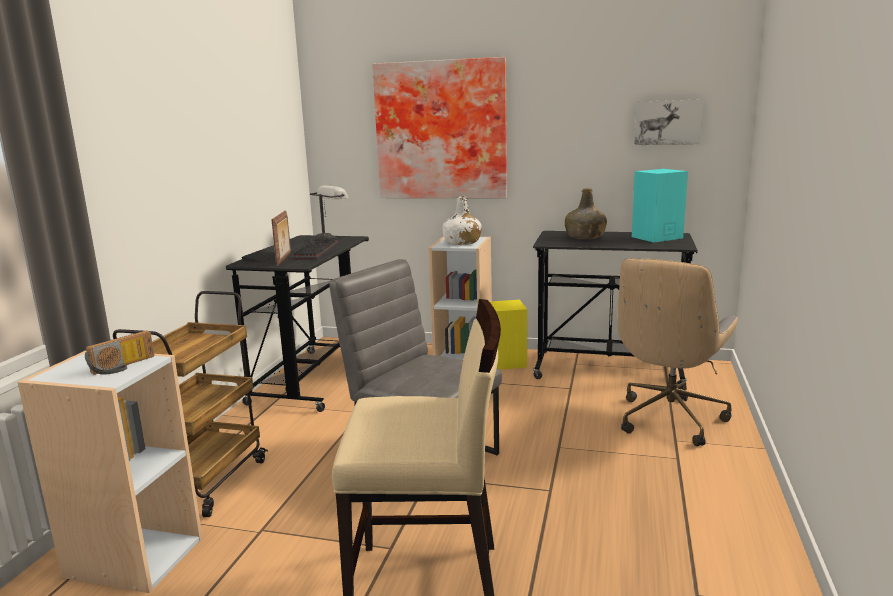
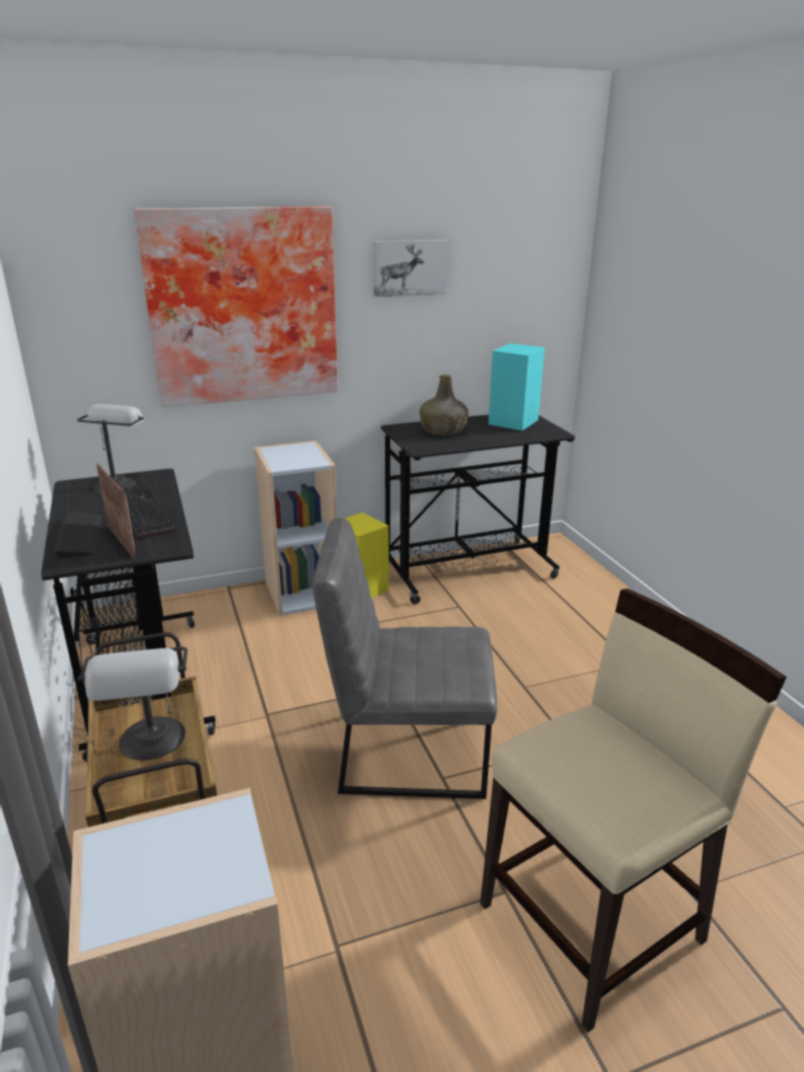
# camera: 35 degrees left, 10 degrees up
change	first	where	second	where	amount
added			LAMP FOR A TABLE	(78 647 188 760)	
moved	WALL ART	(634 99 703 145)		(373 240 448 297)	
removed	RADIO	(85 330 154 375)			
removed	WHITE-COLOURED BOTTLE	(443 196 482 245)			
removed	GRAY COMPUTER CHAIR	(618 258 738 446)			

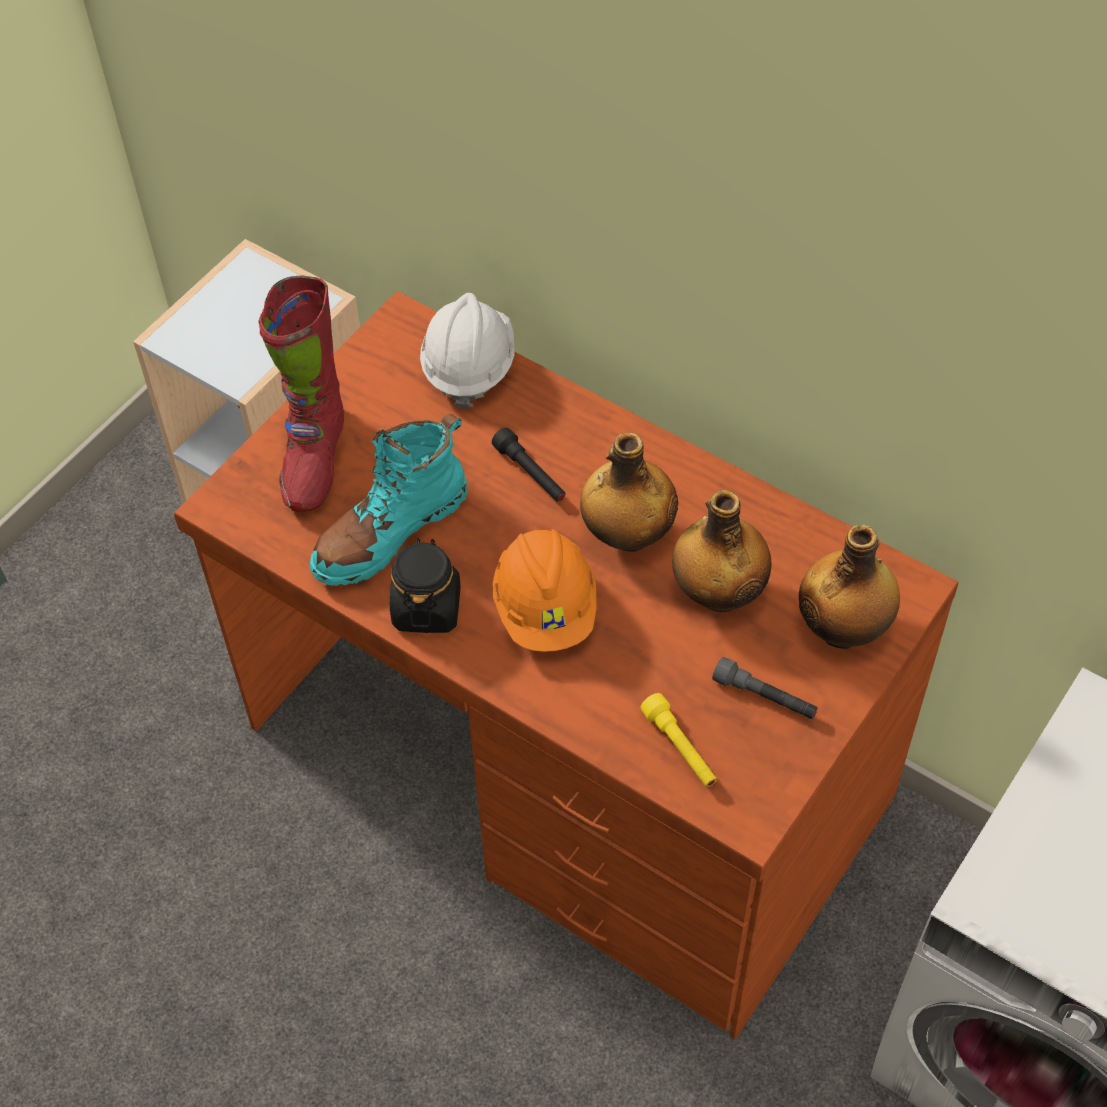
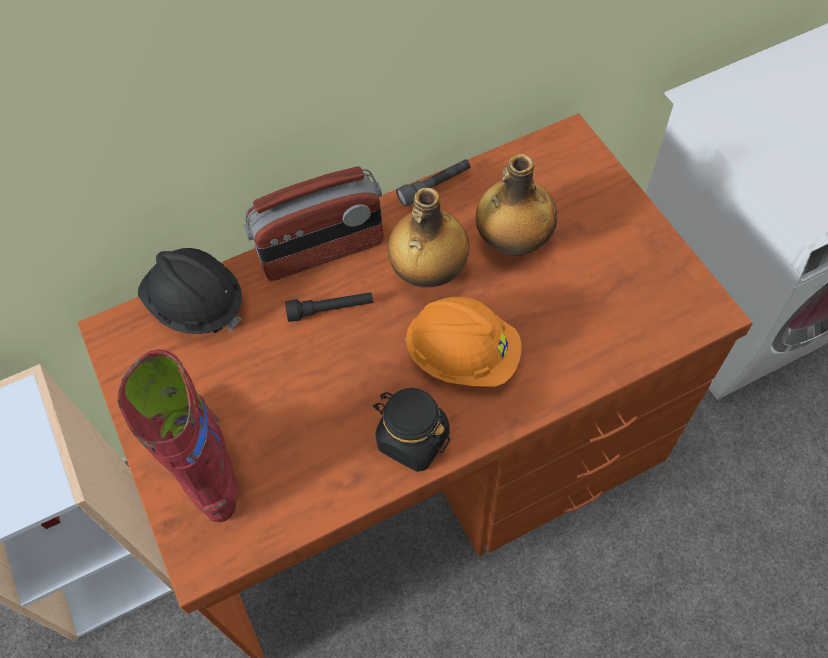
# camera: 60 degrees left, 5 degrees up
change	first	where	second	where	amount
turned	REDDISH HIGH-TOP BOOT	(258 276 344 512)		(117 349 238 523)	150 degrees counterclockwise
recoloured	WHITE-COLOURED HARD HAT	(420 293 515 409)	BLACKISH HARD HAT	(138 248 242 334)	
added			RADIO	(244 166 384 281)	
moved	GRAY FLASHLIGHT	(712 657 818 719)		(396 159 471 206)	
removed	TURQUOISE-COLOURED HIGH-TOP BOOT	(310 414 468 586)			
removed	YELLOWISH FLASHLIGHT	(640 693 717 787)			
removed	BOTTLE	(799 524 900 649)			

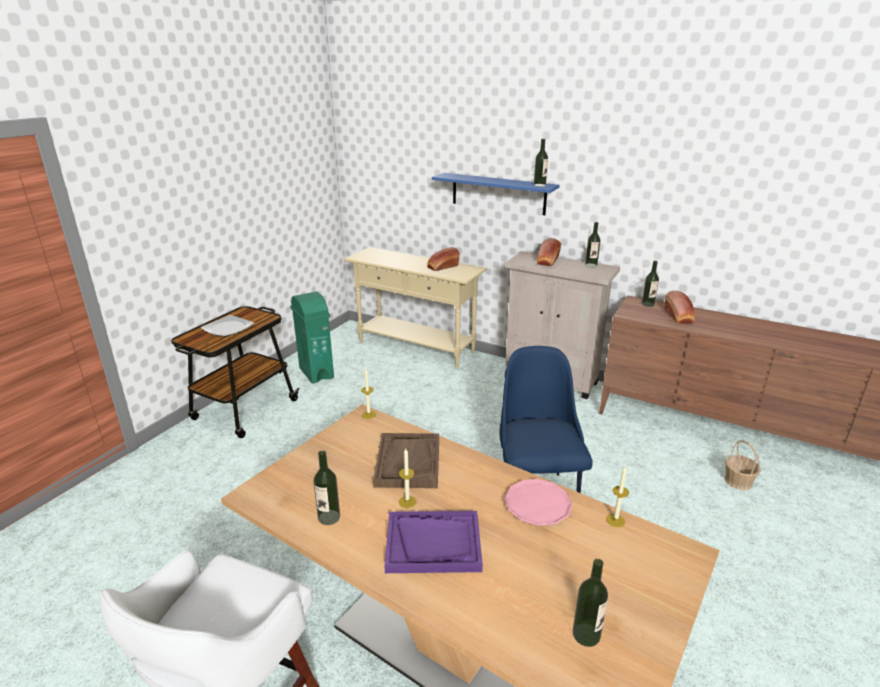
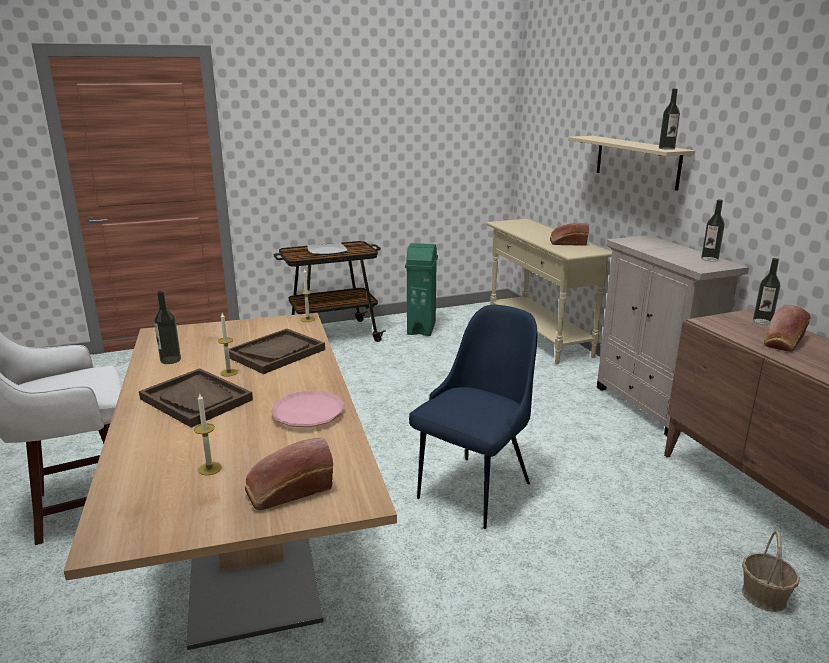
# camera: 40 degrees right, 5 degrees down
change	first	where	second	where	amount
recoloured	PURPLISH TRAY	(385 511 483 573)	BROWN TRAY	(139 368 253 428)	
moved	WAX CANDLE	(606 465 629 528)		(194 394 221 475)	
moved	BAKERY BREAD	(537 238 561 266)		(245 438 333 510)	
recoloured	BLUE SHELF	(432 173 559 215)	BEIGE SHELF	(568 136 695 191)	
removed	BOTTLE	(573 559 608 647)			

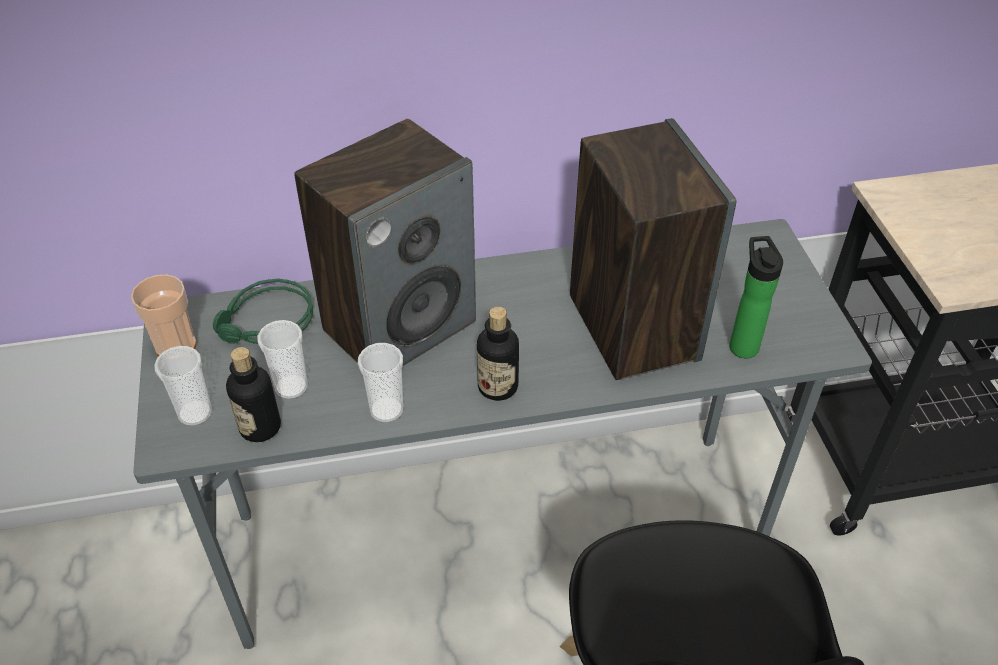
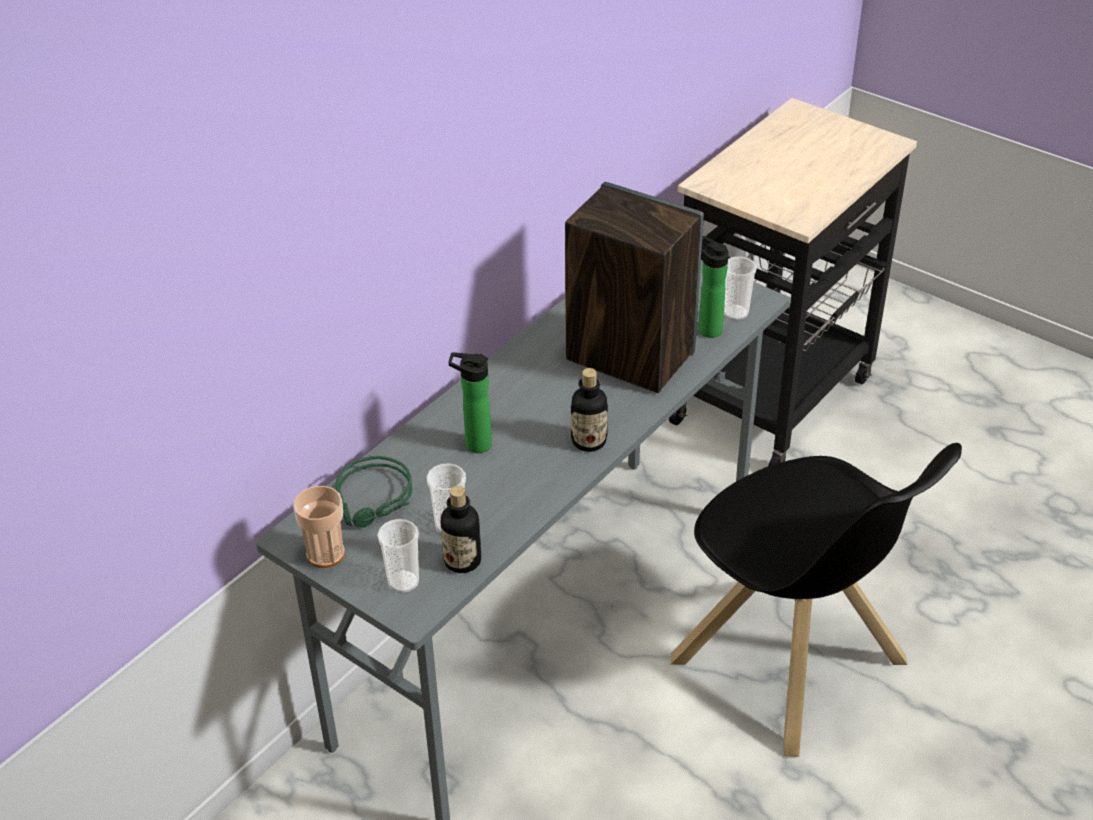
# camera: 40 degrees left, 5 degrees down
change	first	where	second	where	amount
replaced	LOUDSPEAKER	(294 119 476 366)	BOTTLE	(448 352 492 453)	
moved	CUP	(358 343 403 422)		(724 256 757 320)	

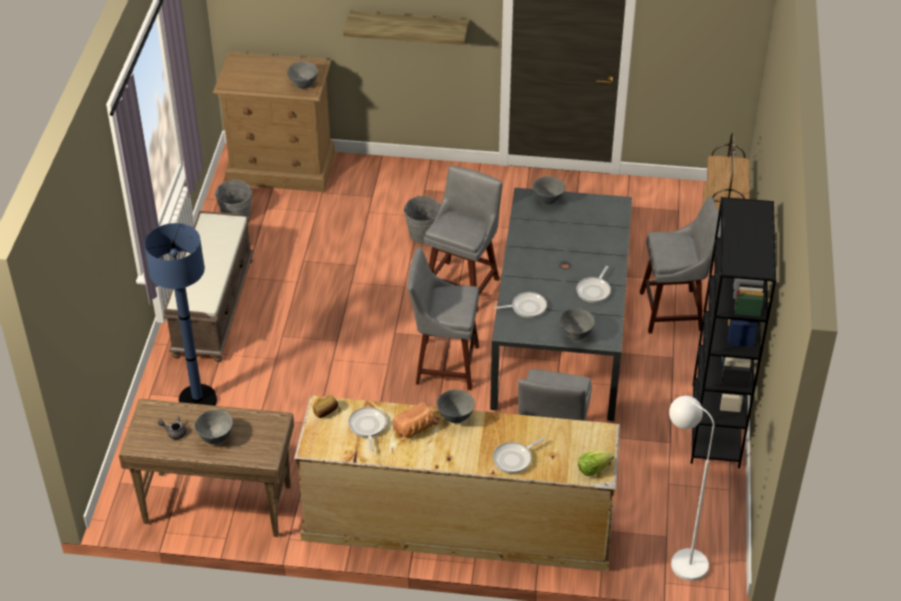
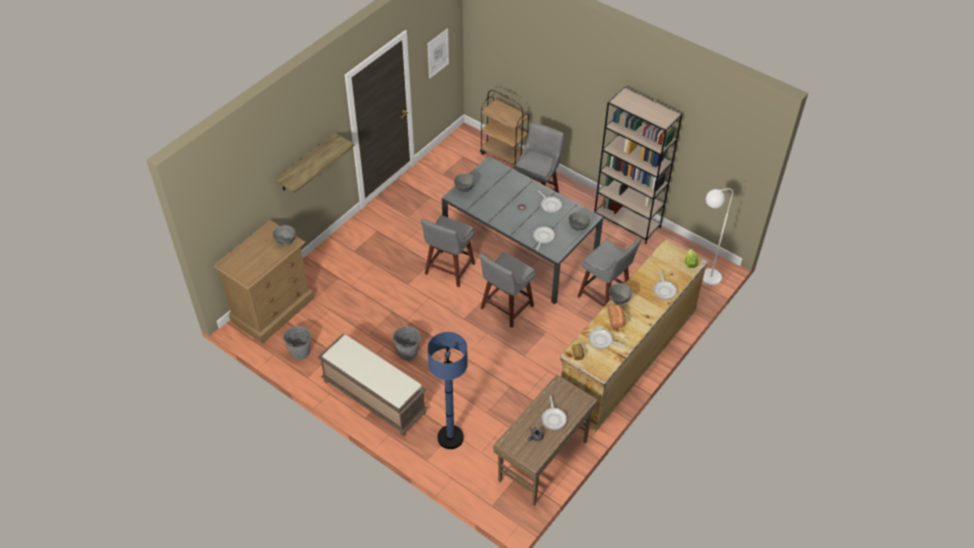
# camera: 60 degrees left, 5 degrees up
change	first	where	second	where	amount
moved	GRAY BUCKET	(404 196 441 244)		(393 326 420 360)	
turned	GRAY CHAIR	(424 166 503 311)		(421 215 475 287)	120 degrees counterclockwise
added			WALL ART	(428 28 449 79)	
replaced	GRAY SERVING BOWL	(194 409 233 444)	PAN	(541 396 567 430)	
recoloured	BLACKISH BOOKCASE	(691 197 776 468)	BEIGE BOOKCASE	(594 87 683 244)	

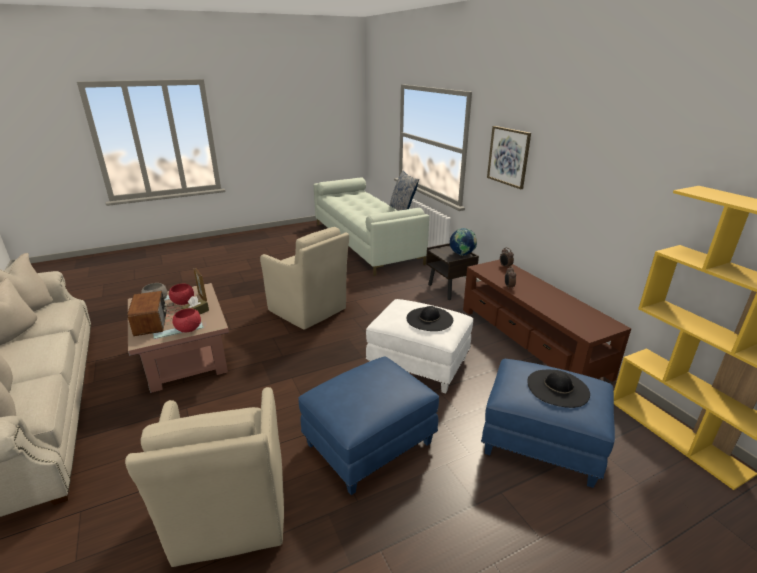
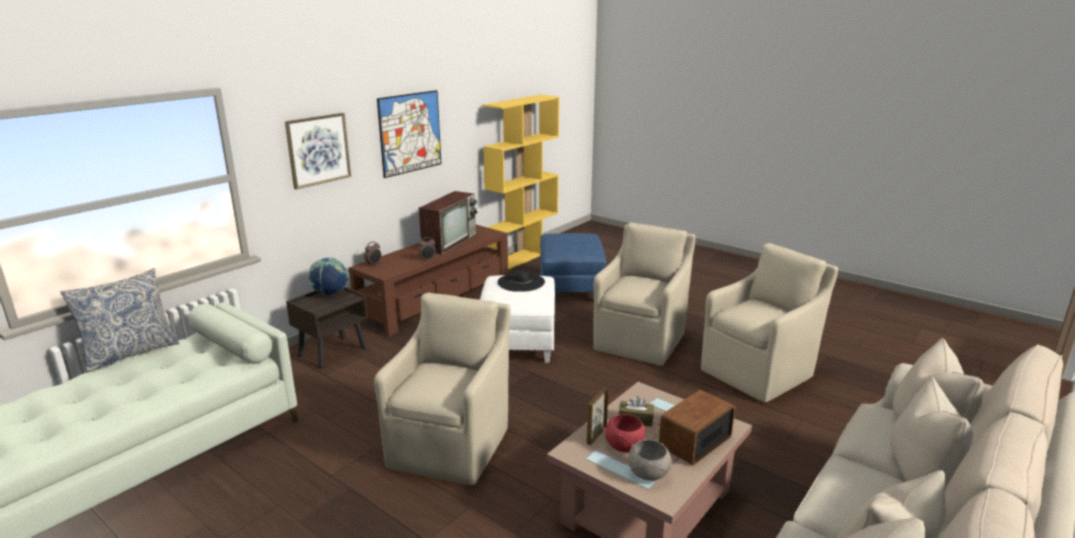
# camera: 115 degrees left, 5 degrees down
change	first	where	second	where	amount
added			WALL ART	(377 90 441 178)	
added			TV	(419 191 478 255)	
replaced	BLUE POUFFE	(298 356 439 495)	BEIGE EASY CHAIR	(593 223 696 366)	
removed	REDDISH SERVING BOWL	(172 308 201 333)			
removed	BLACKISH WEARABLE HAT	(527 370 590 408)			

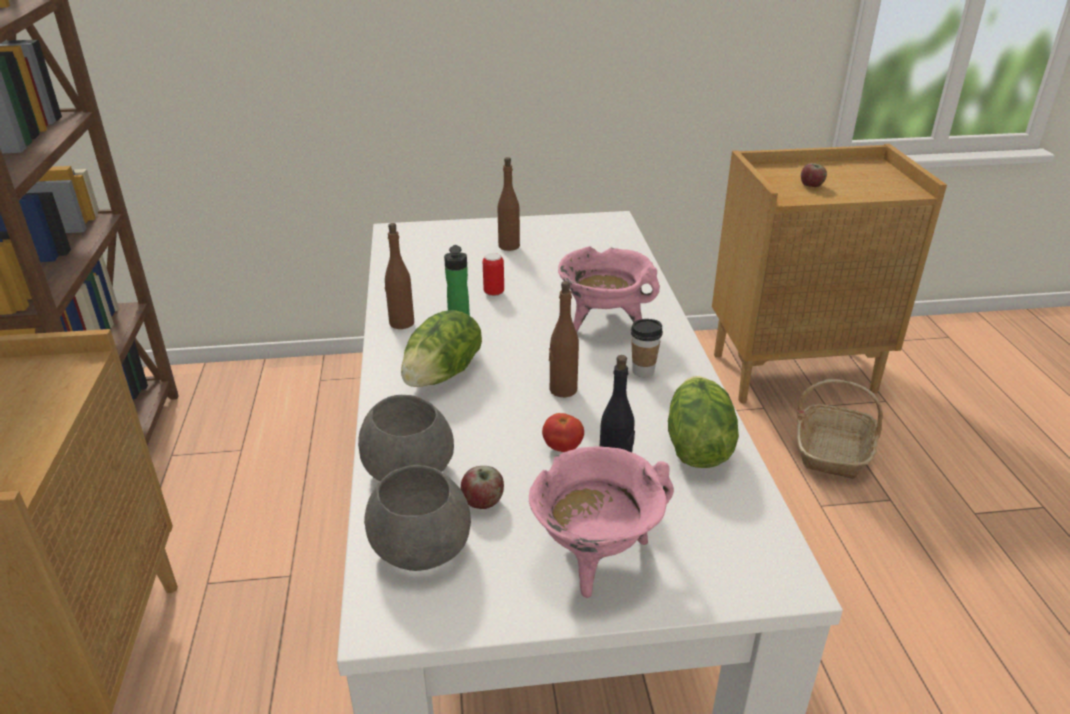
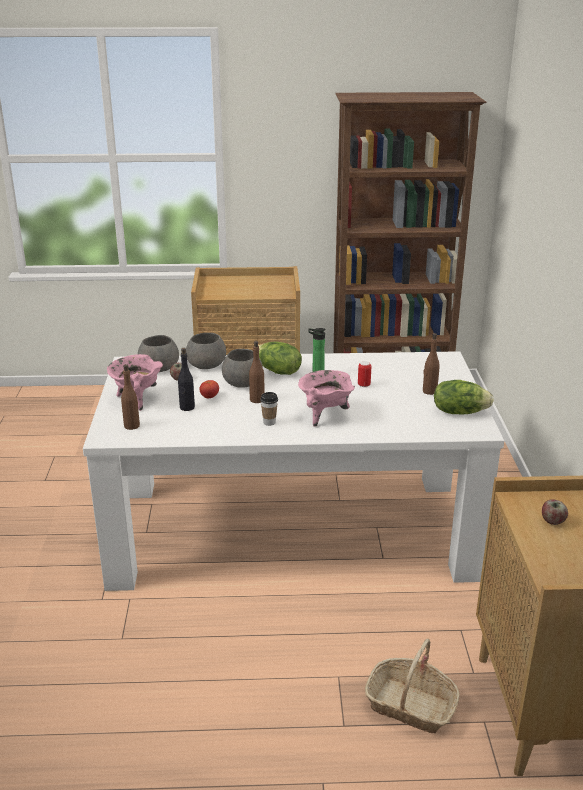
# camera: 95 degrees right, 5 degrees down
change	first	where	second	where	amount
moved	BROWN BOTTLE	(385 223 414 329)		(121 364 140 430)	
added			GRAY SERVING BOWL	(222 349 263 388)	
moved	LETTUCE HEAD	(668 376 739 468)		(434 380 494 414)	

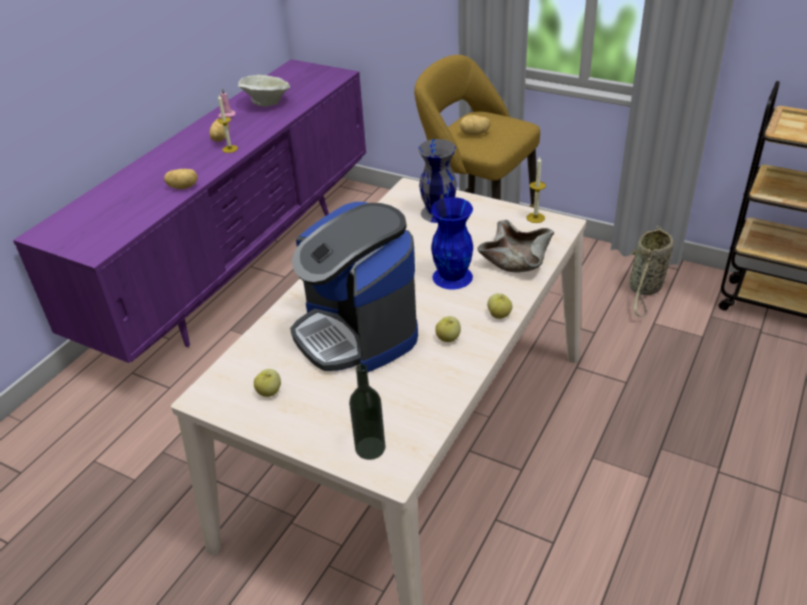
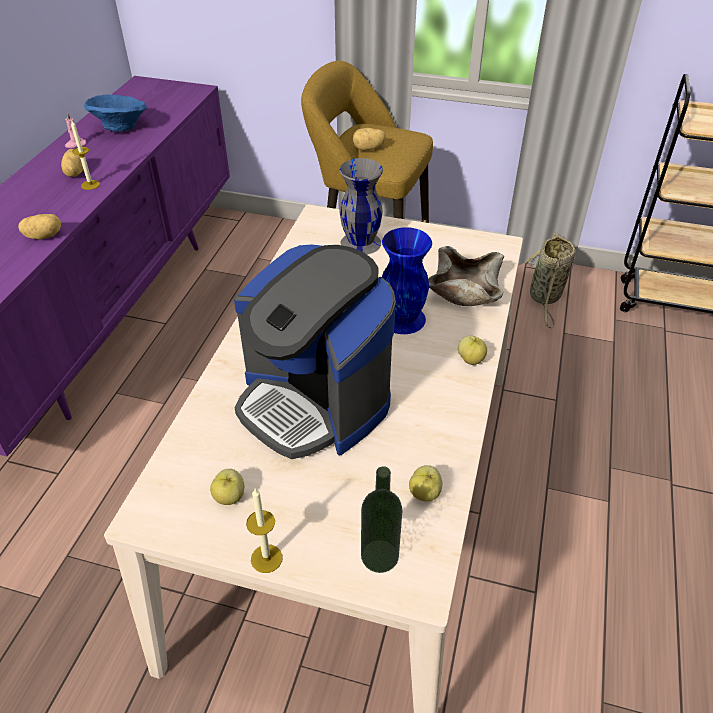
# camera: 15 degrees left, 5 degrees up
change	first	where	second	where	amount
recoloured	BEIGE SERVING BOWL	(238 75 290 107)	BLUE SERVING BOWL	(84 94 147 132)	
moved	WAX CANDLE	(526 156 546 223)		(246 489 283 573)	
moved	WHOLE APPLE	(435 316 461 342)		(409 465 442 501)	

